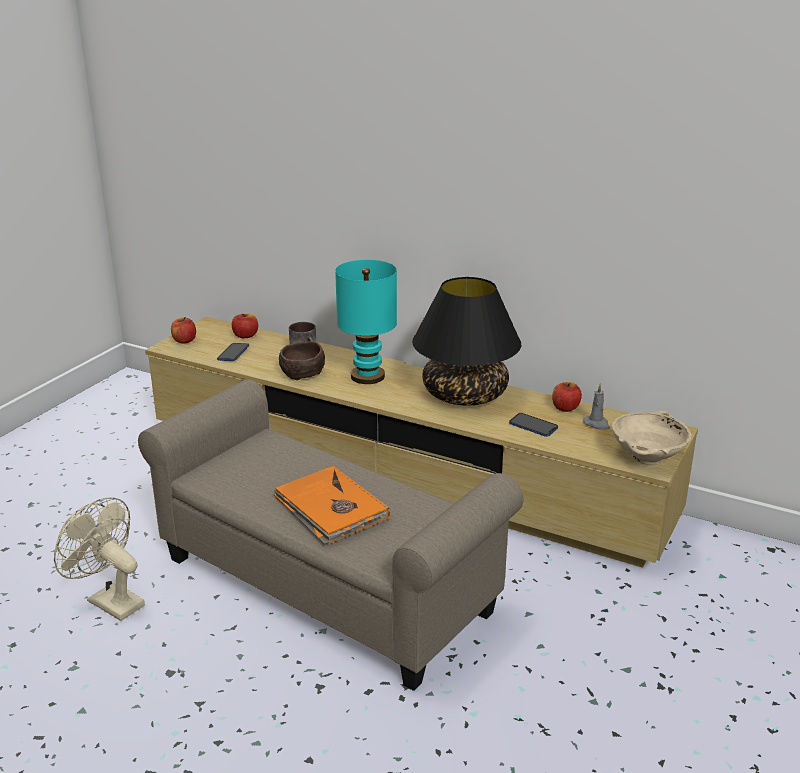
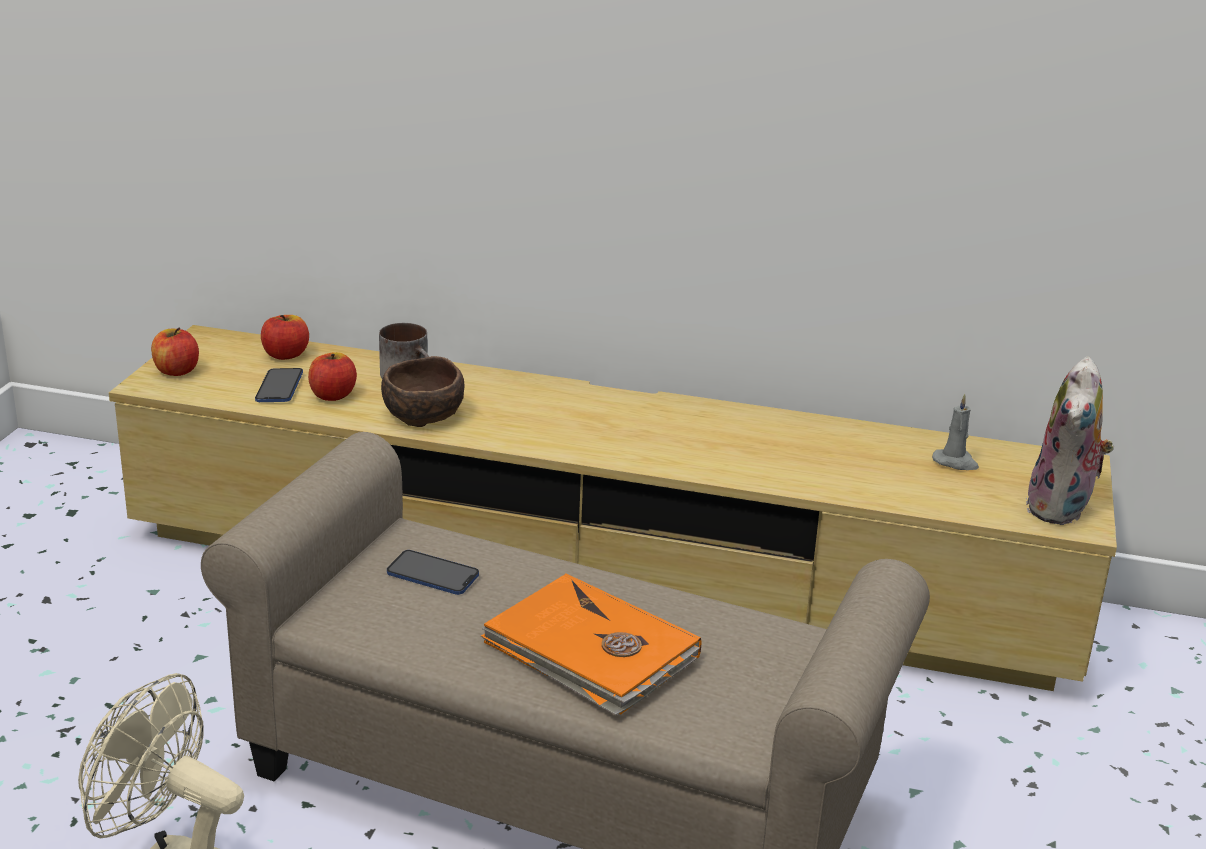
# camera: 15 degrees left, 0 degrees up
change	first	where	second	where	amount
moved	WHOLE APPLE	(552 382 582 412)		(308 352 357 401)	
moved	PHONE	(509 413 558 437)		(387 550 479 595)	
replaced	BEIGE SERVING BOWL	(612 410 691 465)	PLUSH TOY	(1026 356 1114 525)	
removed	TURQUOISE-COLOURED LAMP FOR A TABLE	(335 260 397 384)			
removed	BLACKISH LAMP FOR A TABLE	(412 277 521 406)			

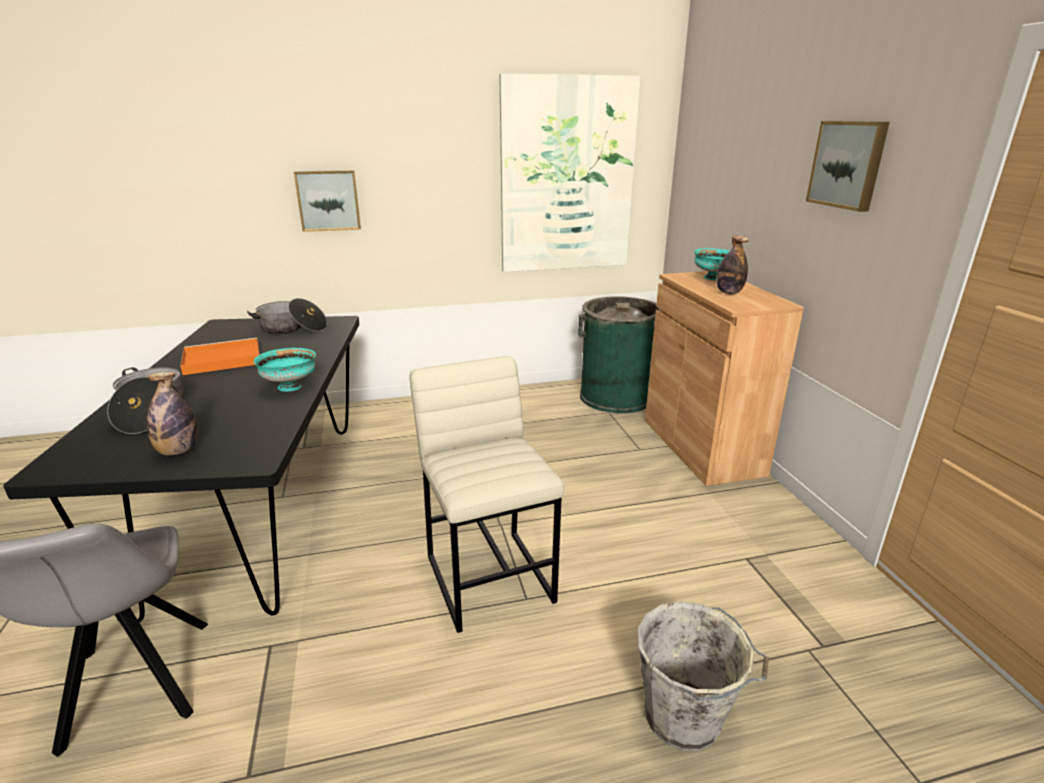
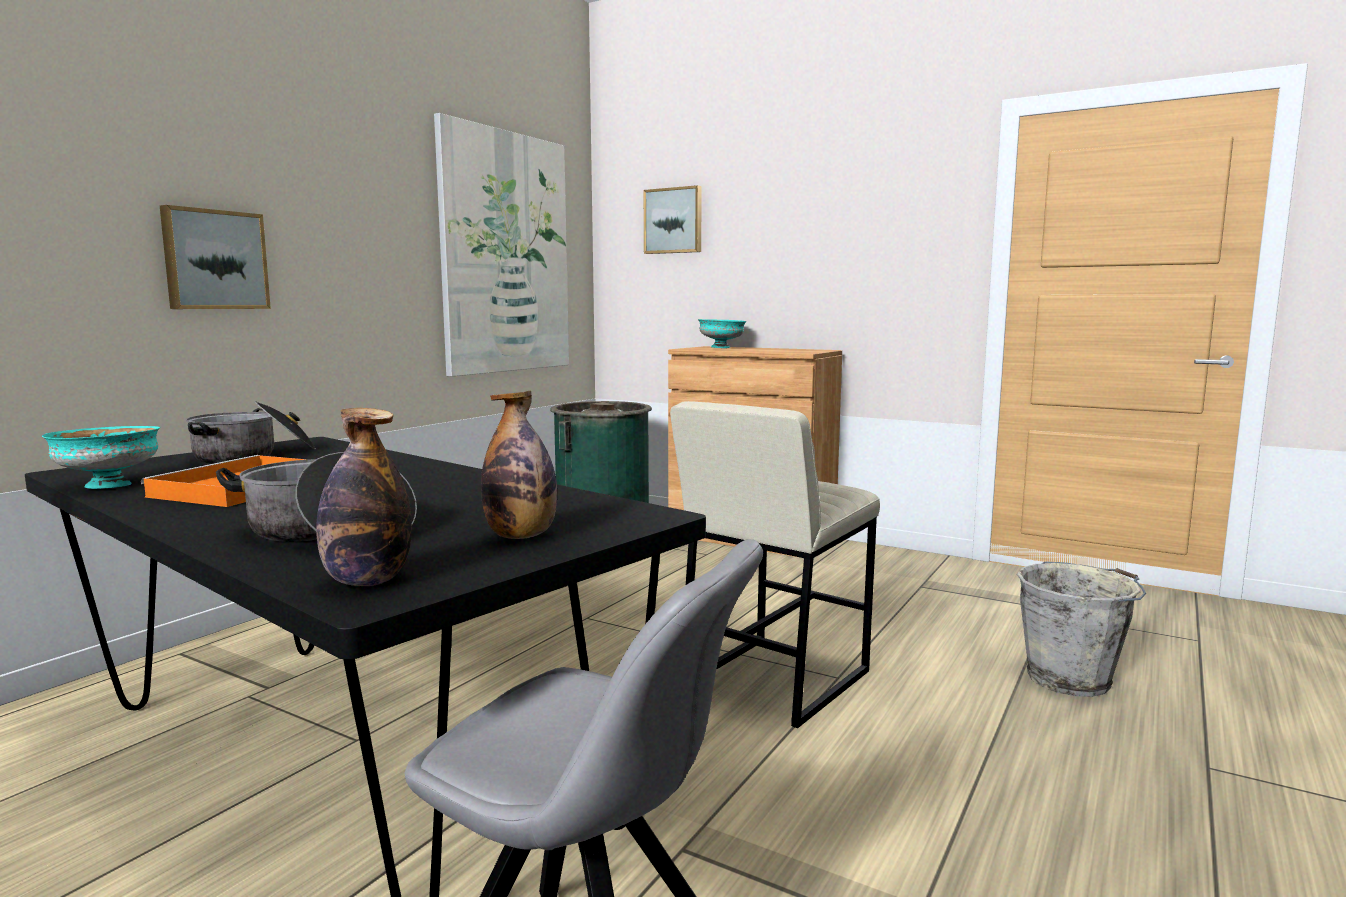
# camera: 45 degrees left, 15 degrees down
change	first	where	second	where	amount
moved	TURQUOISE-COLOURED SERVING BOWL	(253 348 316 392)		(42 426 160 489)	
moved	BOTTLE	(717 236 749 294)		(316 408 412 586)	
moved	WALL ART	(806 121 890 212)		(644 185 702 254)	
turned	BEIGE CHAIR	(409 356 564 633)		(670 401 880 728)	75 degrees counterclockwise

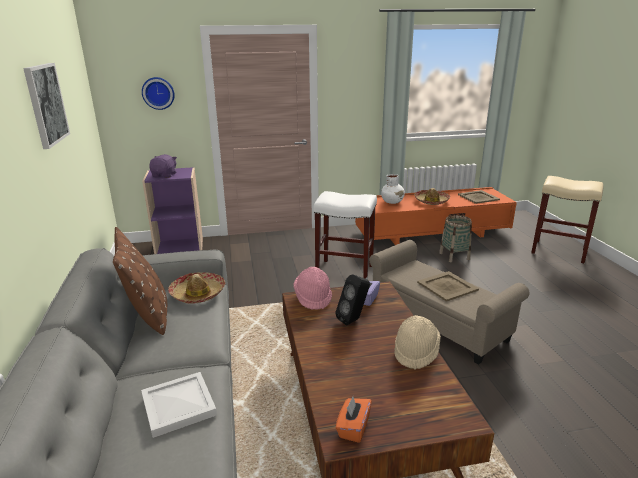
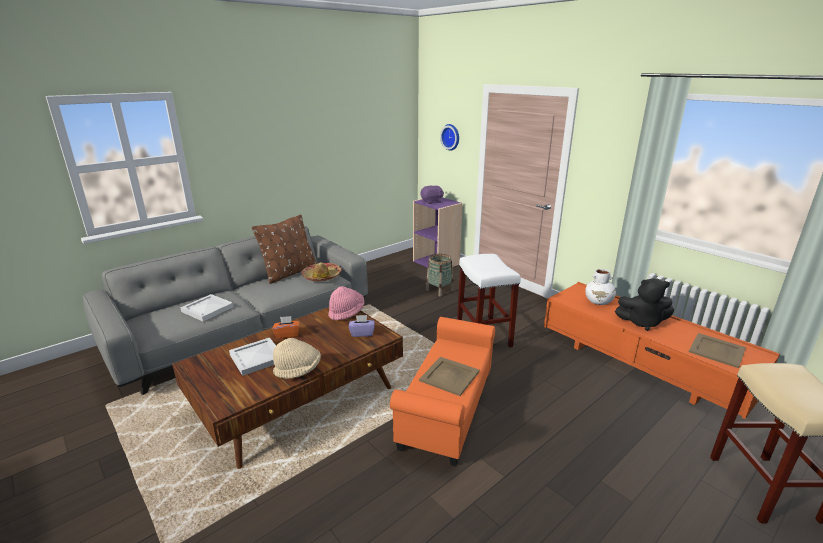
# camera: 60 degrees right, 0 degrees up
change	first	where	second	where	amount
added			WHITE-COLOURED TRAY	(229 338 276 376)	
moved	ORANGEY TISSUE HOLDER	(336 397 372 443)		(273 316 300 339)	
recoloured	BEIGE POUFFE	(370 240 530 365)	ORANGEY POUFFE	(390 317 495 466)	
moved	BASKET	(439 215 472 262)		(426 254 453 296)	
replaced	WEARABLE HAT	(414 188 450 205)	BLACKISH PLUSH TOY	(615 278 674 331)	
removed	WALL ART	(23 63 70 149)			
removed	BLACKISH LOUDSPEAKER	(336 274 370 326)			

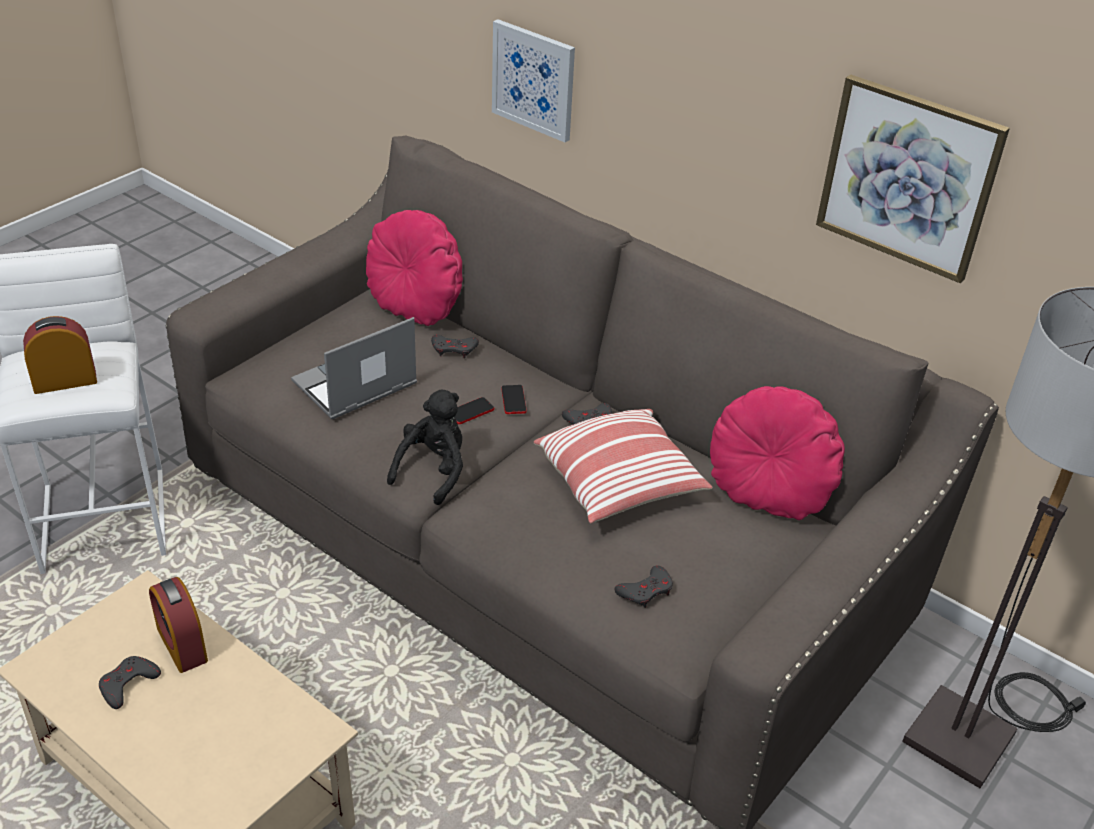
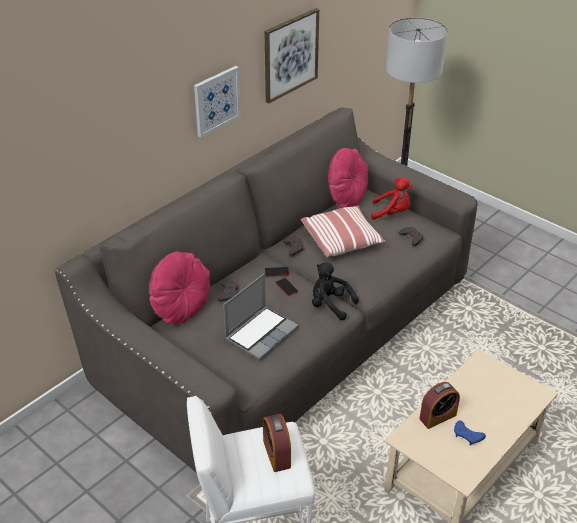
# camera: 85 degrees left, 0 degrees up
change	first	where	second	where	amount
moved	WALL ART	(492 19 575 142)		(194 66 241 138)	
turned	NOTEBOOK COMPUTER	(291 317 417 419)		(223 273 298 360)	105 degrees counterclockwise
added			REDDISH PLUSH TOY	(371 177 412 220)	
recoloured	GRAY GAMEPAD	(99 656 161 709)	BLUE GAMEPAD	(454 420 486 445)	

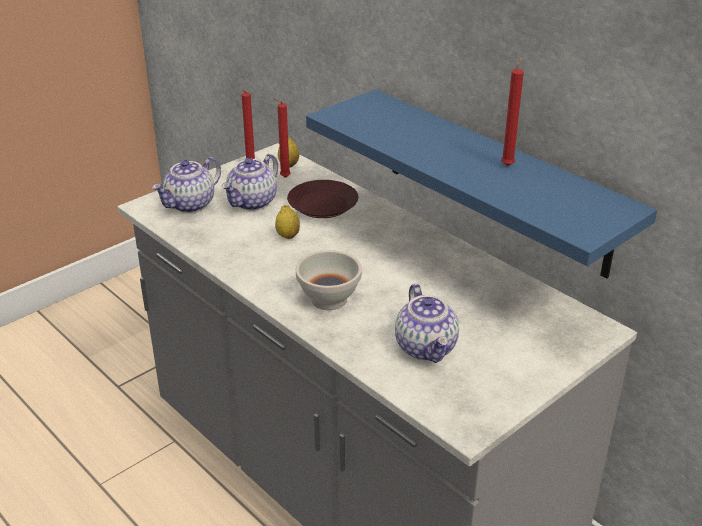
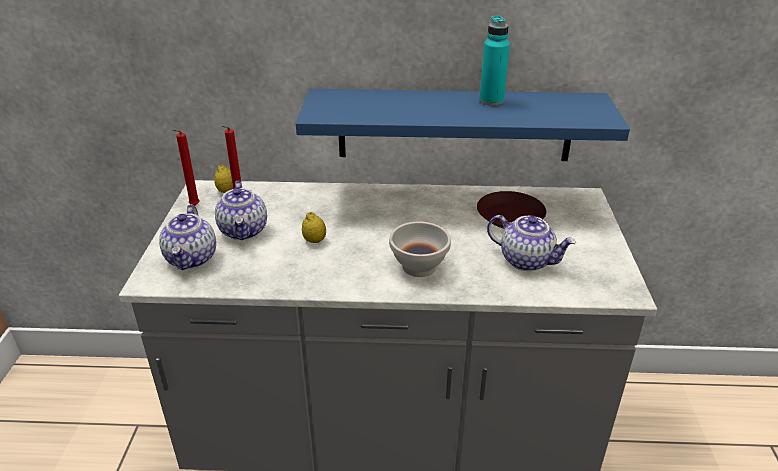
# camera: 45 degrees left, 0 degrees up
change	first	where	second	where	amount
moved	BROWN DINNER PLATE	(287 180 358 218)		(477 191 546 228)	
replaced	REDDISH WAX CANDLE	(501 56 524 166)	TURQUOISE-COLOURED BOTTLE	(480 15 510 106)	

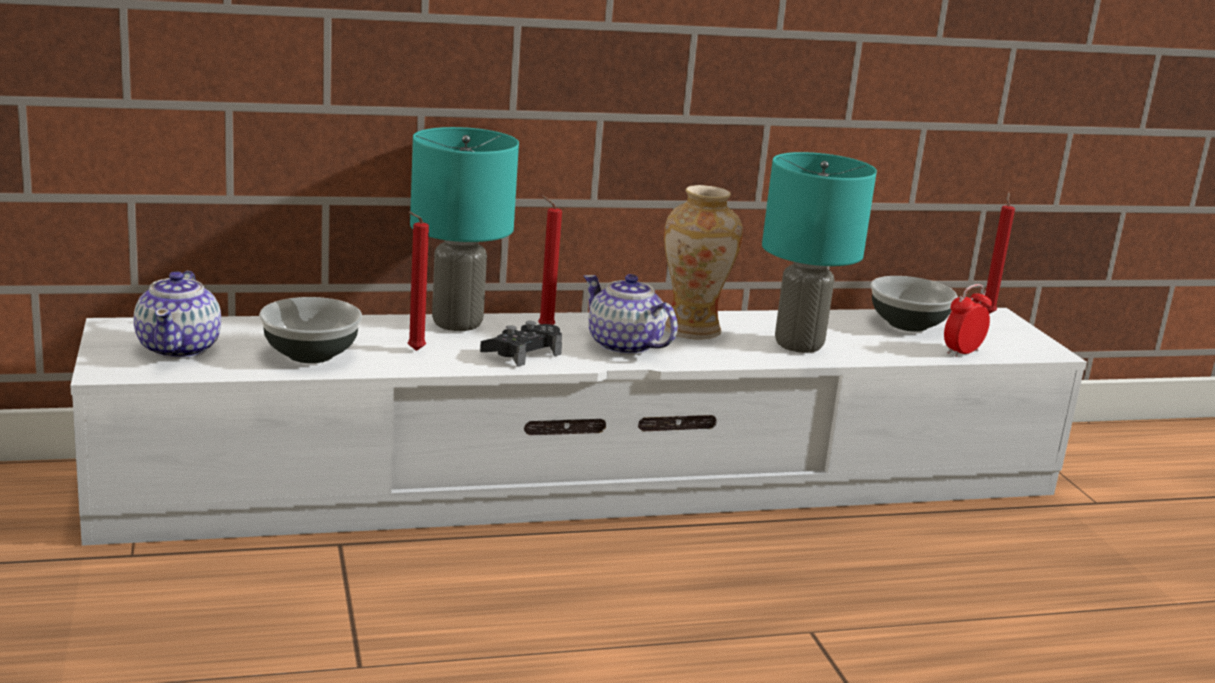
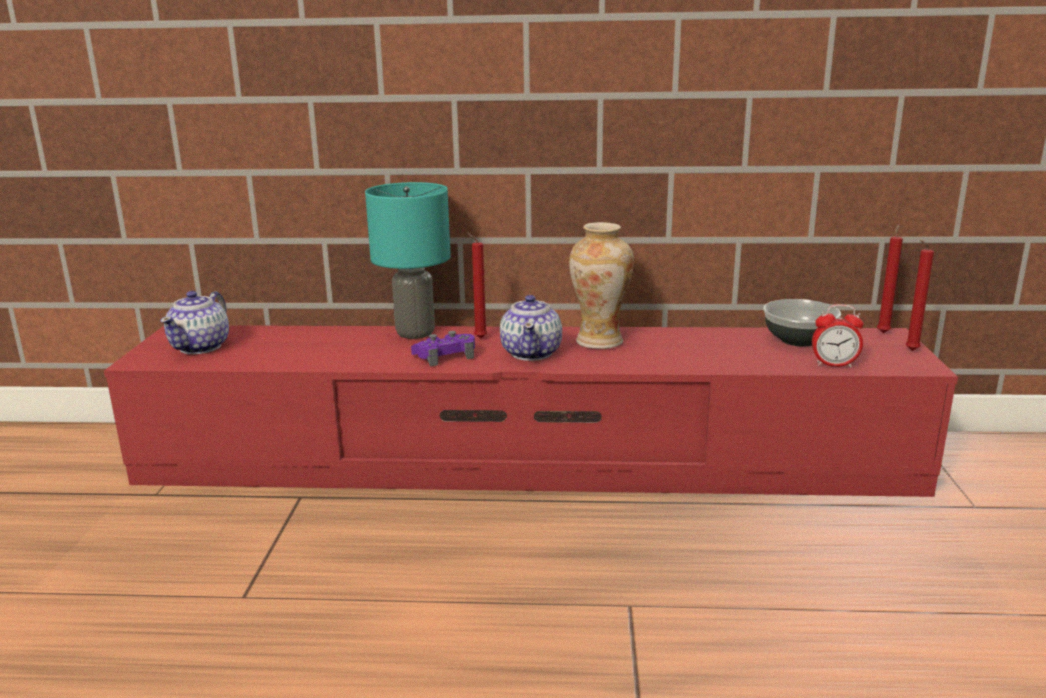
# camera: 20 degrees right, 0 degrees up
change	first	where	second	where	amount
recoloured	WHITE-COLOURED MEDIA CONSOLE	(70 308 1087 546)	REDDISH MEDIA CONSOLE	(104 325 958 497)	
recoloured	BLACKISH GAMEPAD	(480 321 562 367)	PURPLISH GAMEPAD	(411 331 475 367)	
turned	TEAPOT	(584 274 678 355)		(500 295 562 361)	150 degrees counterclockwise
turned	BEDSIDE CLOCK	(944 284 992 357)		(812 304 864 368)	150 degrees counterclockwise
moved	REDDISH WAX CANDLE	(408 212 429 351)		(905 240 934 351)	
removed	SERVING BOWL	(259 297 362 363)			
removed	TURQUOISE-COLOURED LAMP FOR A TABLE	(762 152 877 353)			

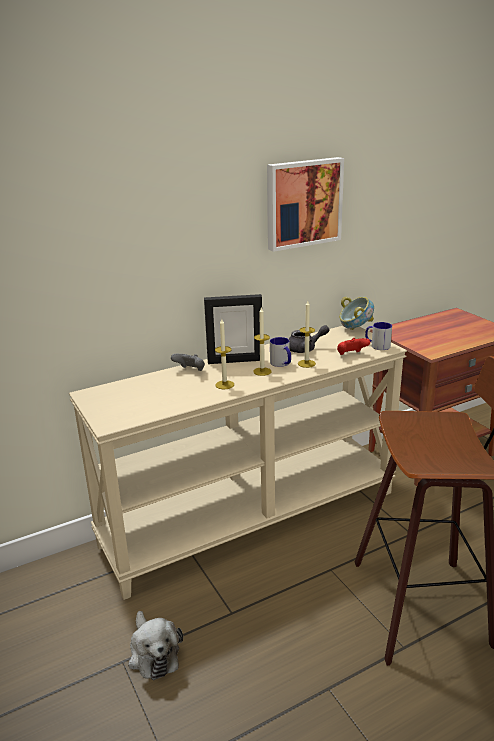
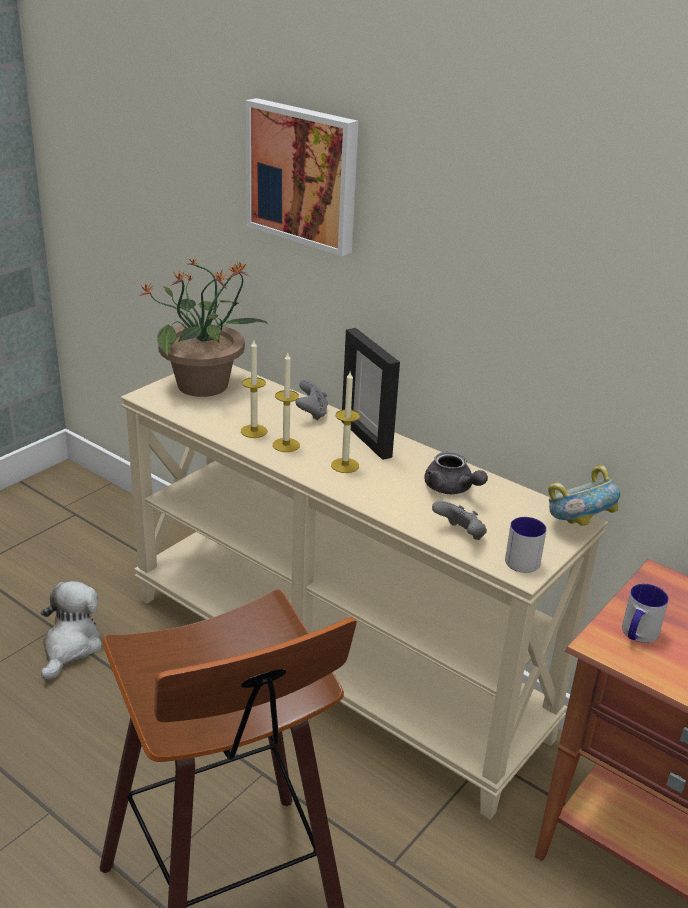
# camera: 65 degrees right, 5 degrees up
change	first	where	second	where	amount
turned	PLUSH TOY	(128 611 183 680)		(41 581 102 681)	150 degrees clockwise
added			HOUSEPLANT	(139 259 268 397)	
moved	WAX CANDLE	(298 301 316 368)		(241 340 268 438)	
moved	WALL ART	(267 157 344 252)		(246 98 358 256)	
recoloured	REDDISH GAMEPAD	(337 338 370 355)	GRAY GAMEPAD	(432 501 487 540)	
moved	MUG	(270 337 291 367)		(622 584 669 643)	

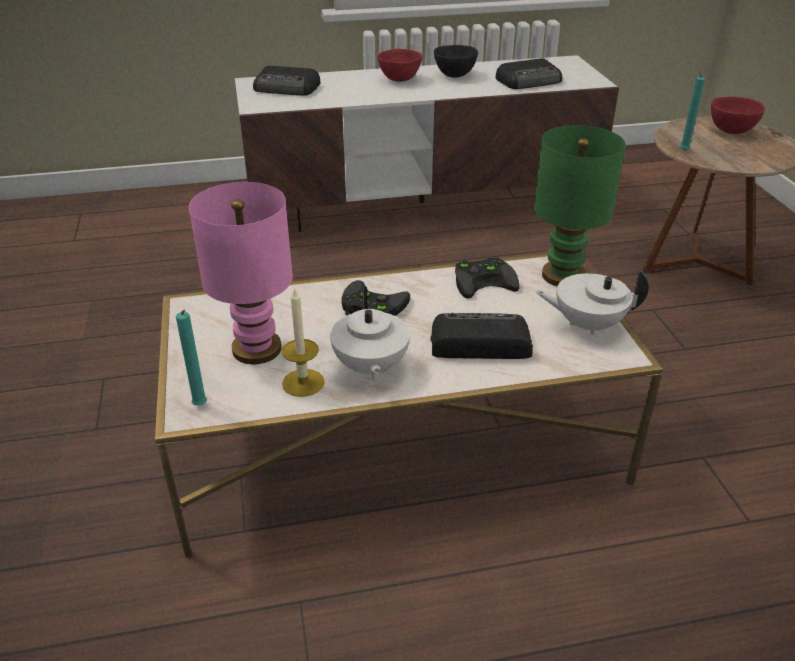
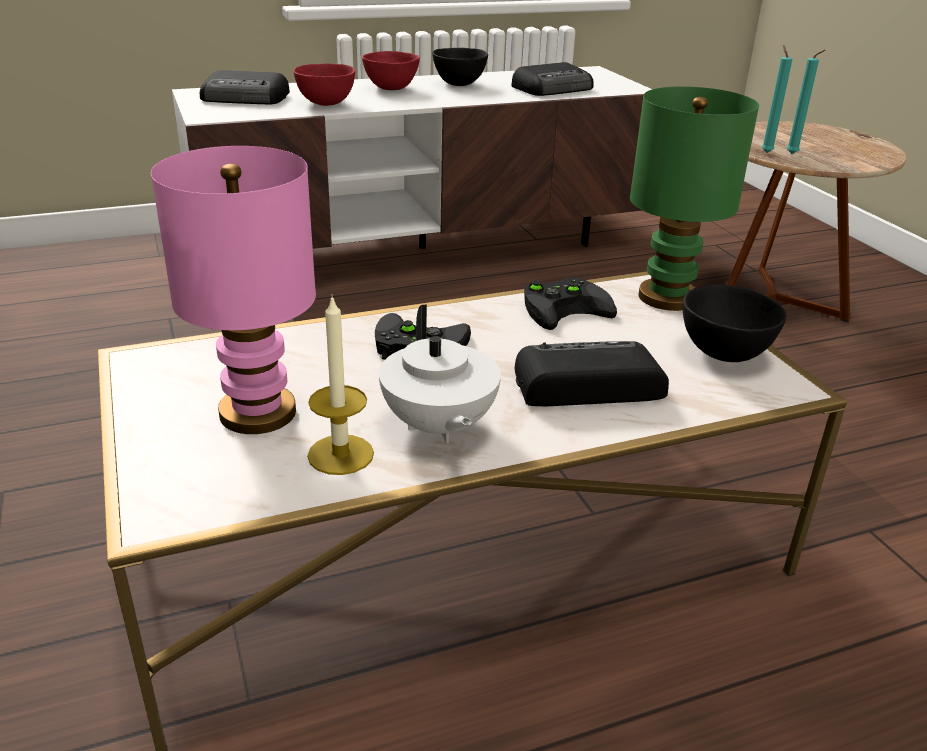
# camera: 10 degrees left, 5 degrees down
change	first	where	second	where	amount
moved	REDDISH SERVING BOWL	(711 97 765 134)		(293 64 355 106)	
replaced	WHITE-COLOURED TEAPOT	(536 270 648 335)	BLACKISH SERVING BOWL	(683 284 786 362)	
moved	TURQUOISE-COLOURED WAX CANDLE	(176 310 207 406)		(787 50 825 154)	

